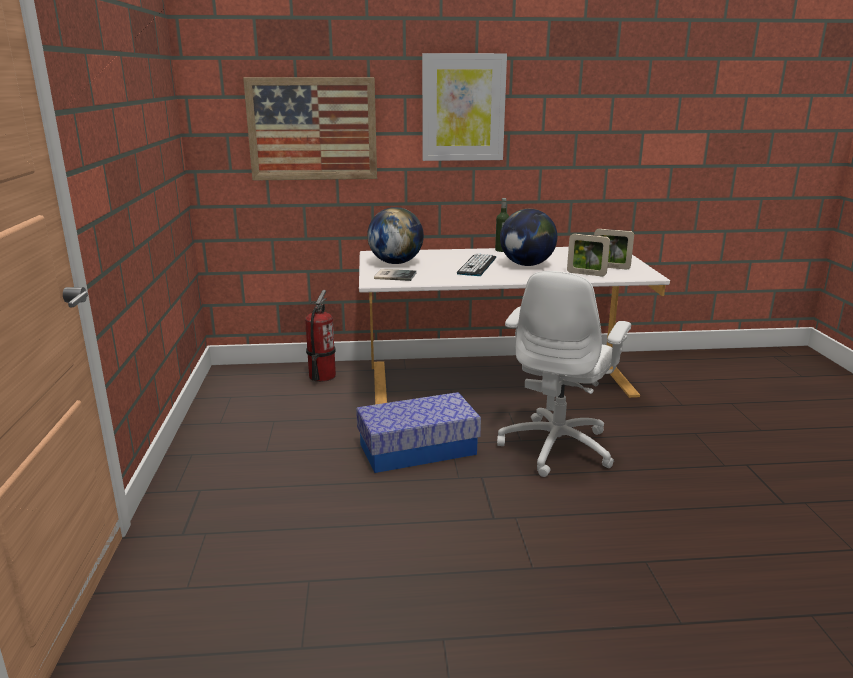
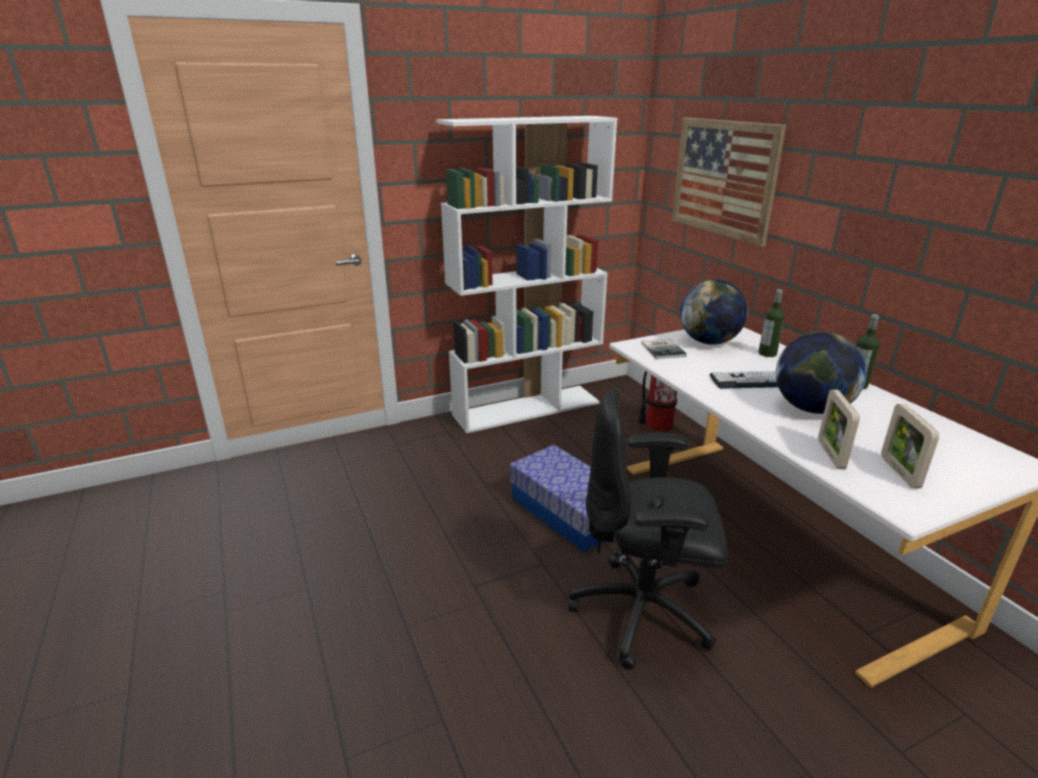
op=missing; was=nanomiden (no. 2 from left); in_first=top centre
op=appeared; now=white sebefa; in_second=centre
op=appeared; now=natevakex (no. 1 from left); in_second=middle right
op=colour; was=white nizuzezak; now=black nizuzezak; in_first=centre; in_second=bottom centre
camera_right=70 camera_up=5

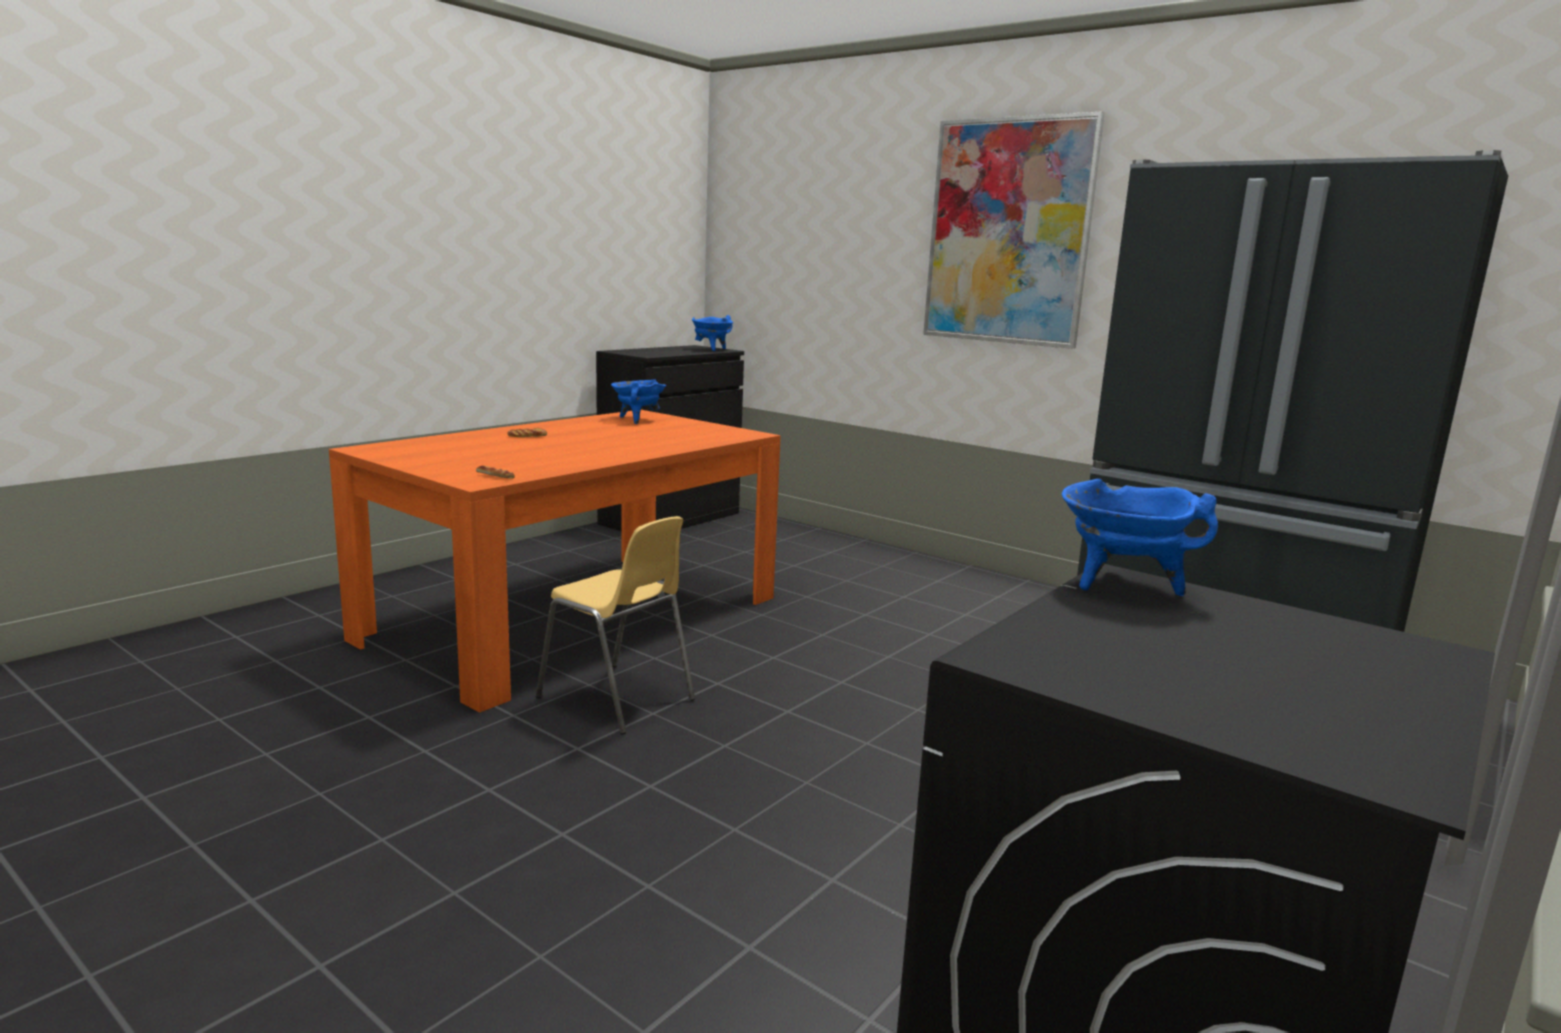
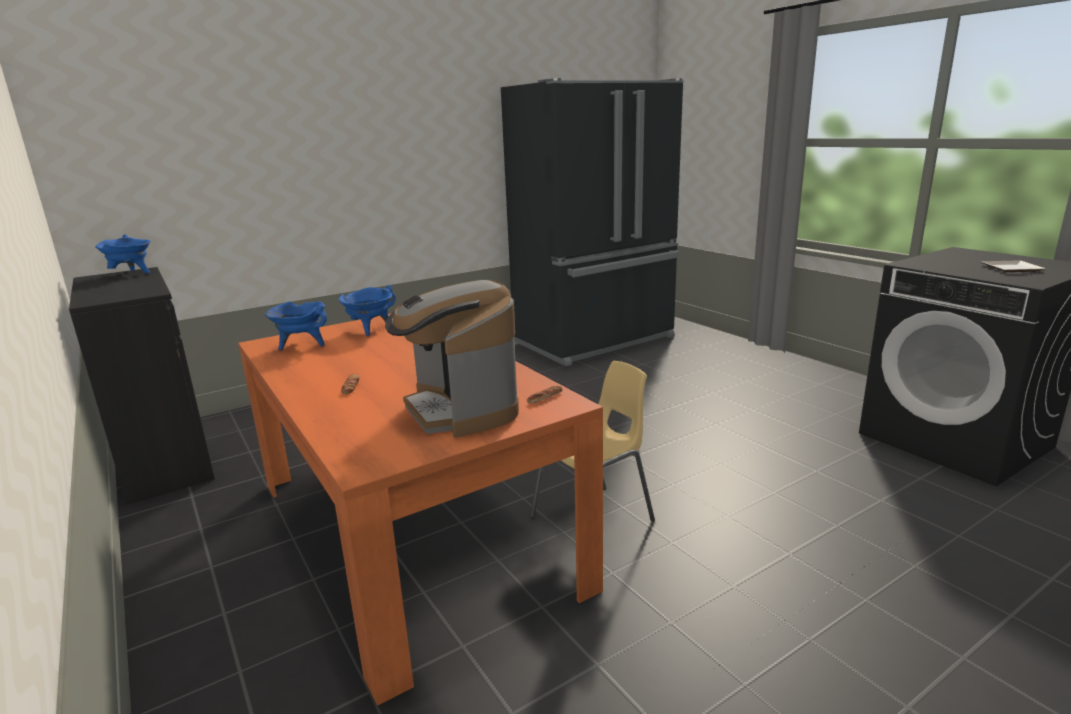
op=missing; was=nanomiden; in_first=top centre
op=appeared; now=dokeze; in_second=centre
op=appeared; now=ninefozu; in_second=middle right
op=relocated; was=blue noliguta (no. 3 from left); in_first=middle right; in_second=centre
camera_right=-70 camera_up=5

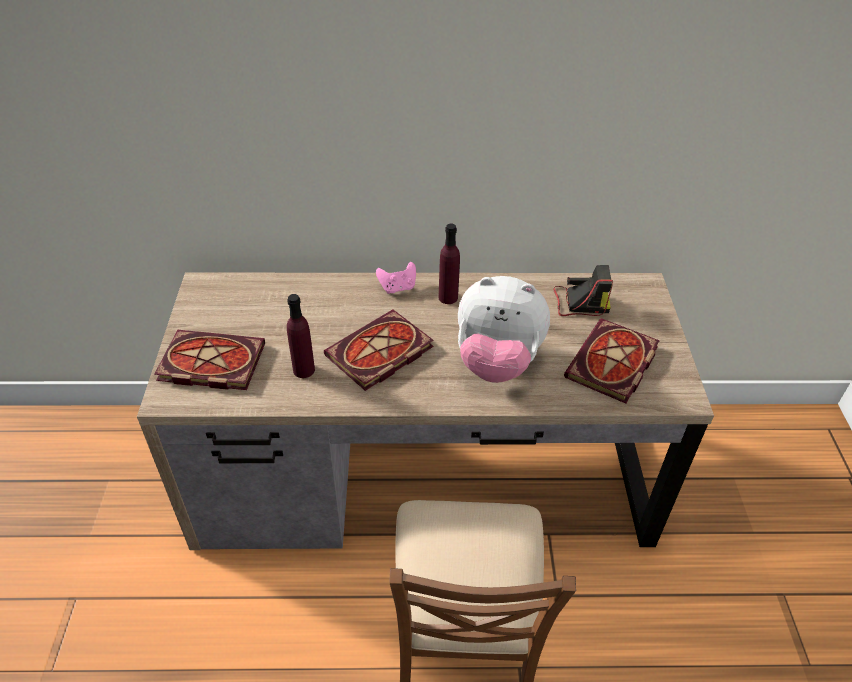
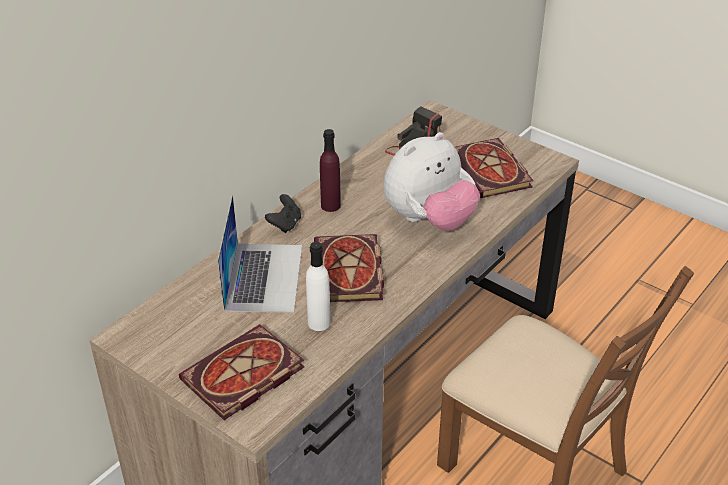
op=appeared; now=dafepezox; in_second=centre
op=colour; was=purple natevakex (no. 1 from left); now=white natevakex; in_first=centre; in_second=centre
op=colour; was=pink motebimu; now=black motebimu; in_first=centre; in_second=centre
camera_right=-50 camera_up=-5

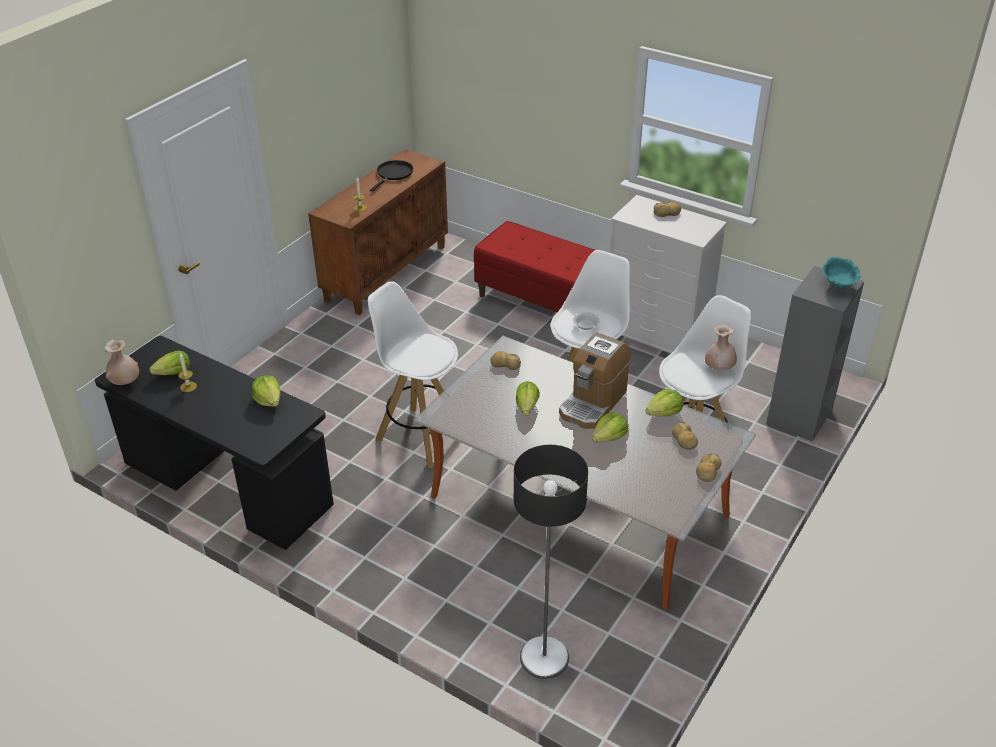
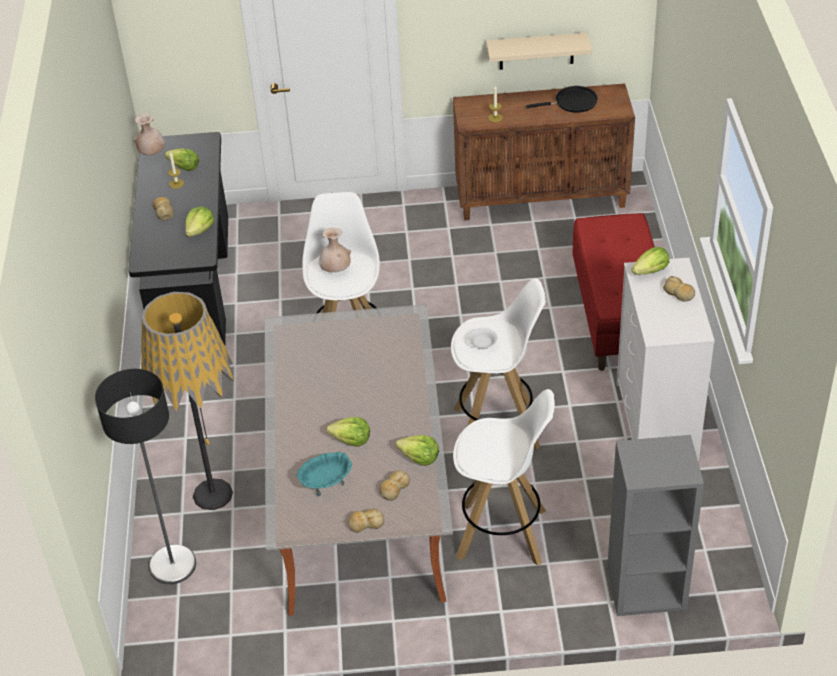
op=missing; was=dokeze; in_first=centre
op=appeared; now=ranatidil (no. 2 from left); in_second=middle left
op=appeared; now=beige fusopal; in_second=top centre
op=relocated; was=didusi (no. 1 from left); in_first=centre; in_second=top left
op=relocated; was=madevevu (no. 3 from left in the first image); now=madevevu (no. 5 from left); in_first=centre; in_second=middle right
op=relocated; was=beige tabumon (no. 2 from left); in_first=middle right; in_second=centre
op=relocated; was=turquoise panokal; in_first=middle right; in_second=bottom centre
camera_right=55 camera_up=5

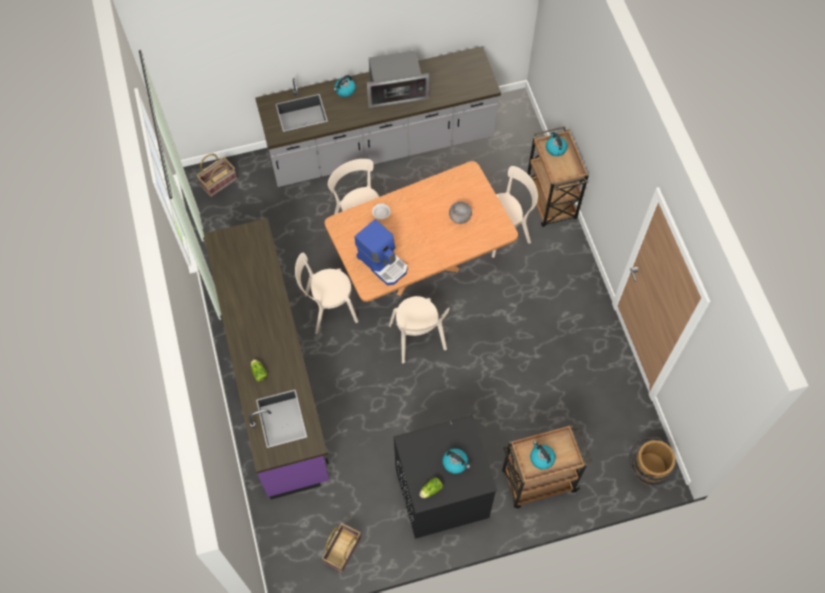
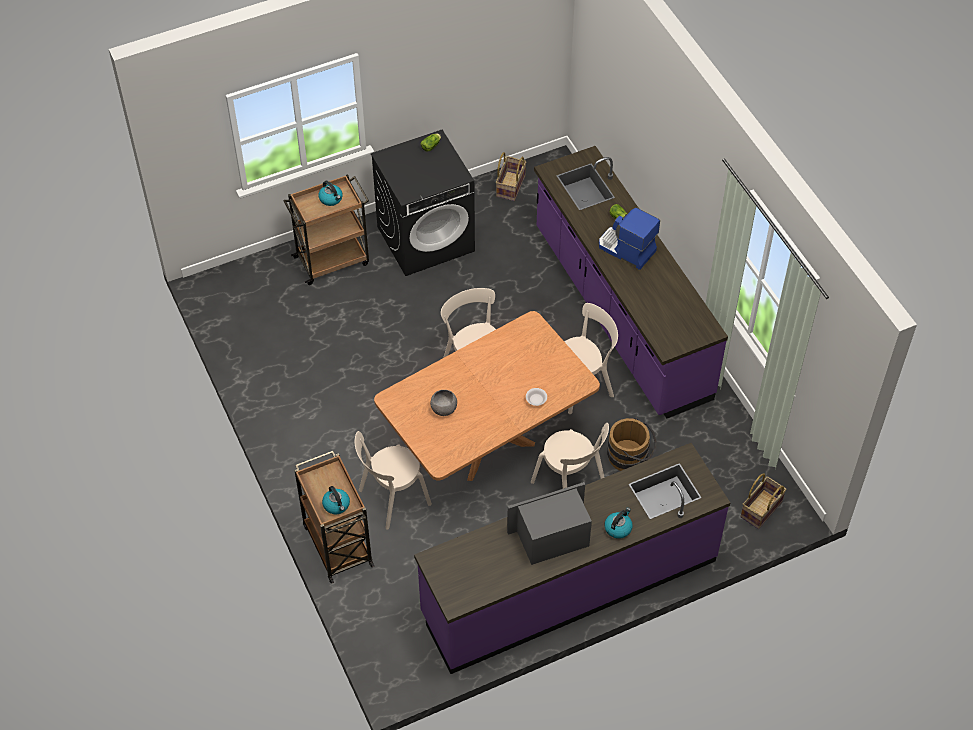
op=missing; was=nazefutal (no. 2 from left); in_first=bottom centre
op=relocated; was=dokeze; in_first=centre; in_second=top centre
op=relocated; was=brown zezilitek; in_first=bottom right; in_second=centre
op=colour; was=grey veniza; now=purple veniza (no. 1 from left); in_first=top centre; in_second=bottom centre
camera_right=170 camera_up=-10

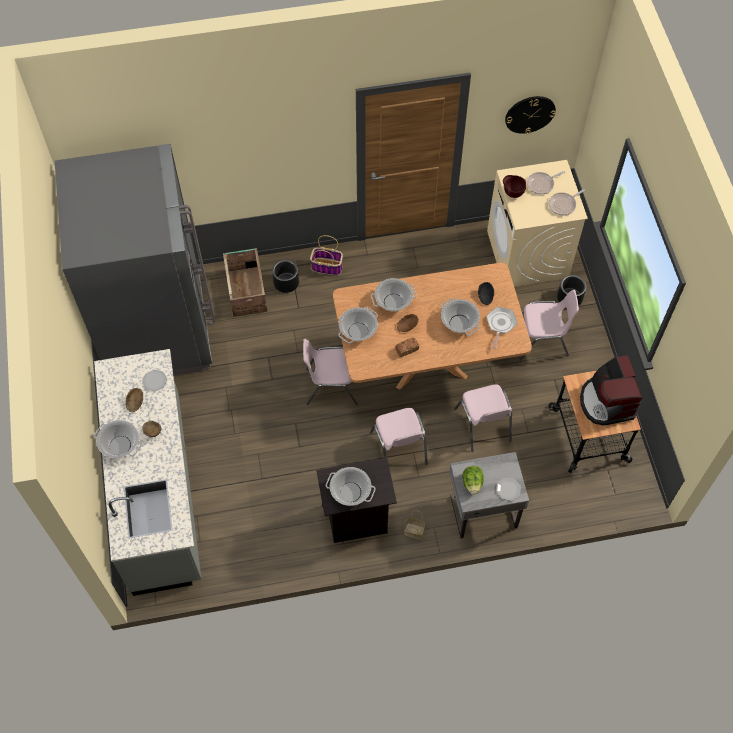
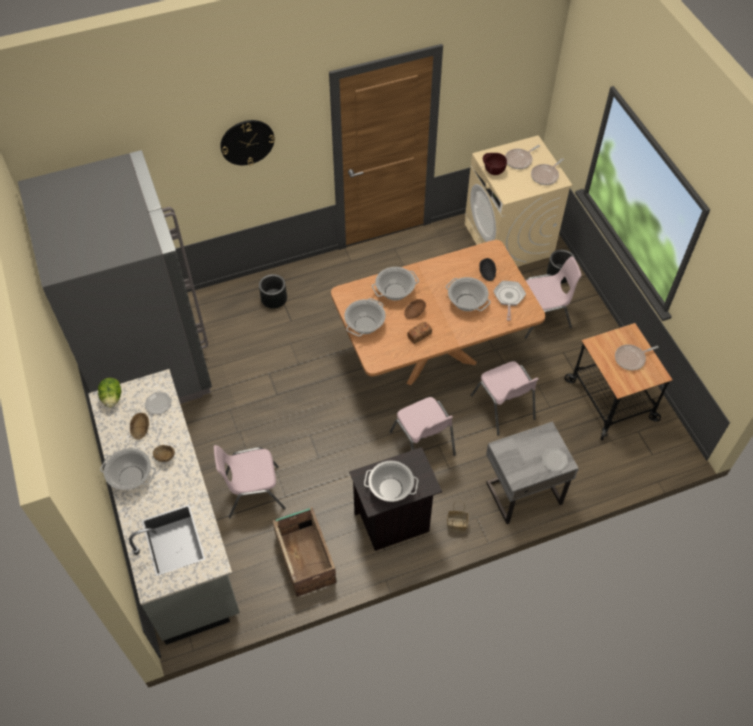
op=missing; was=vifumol (no. 1 from left); in_first=centre
op=relocated; was=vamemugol; in_first=centre; in_second=bottom centre
op=relocated; was=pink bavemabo (no. 1 from left); in_first=centre; in_second=middle left
op=relocated; was=madevevu; in_first=centre; in_second=middle left
op=relocated; was=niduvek; in_first=top right; in_second=top left
op=exchanged; was=dokeze; now=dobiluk (no. 4 from left); in_first=middle right; in_second=middle right
camera_right=-10 camera_up=-5

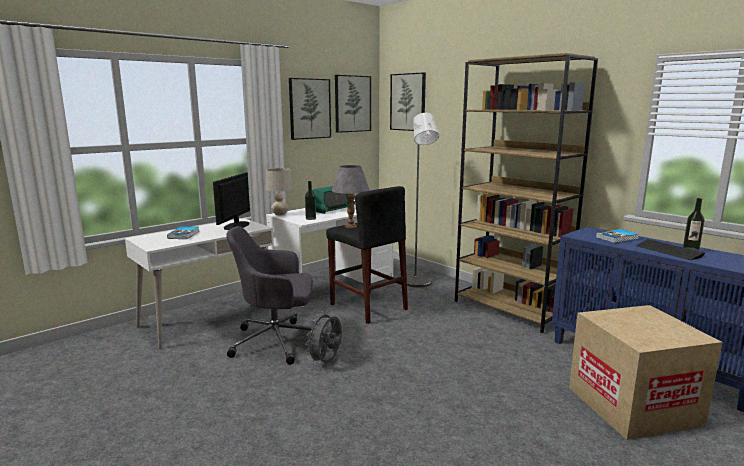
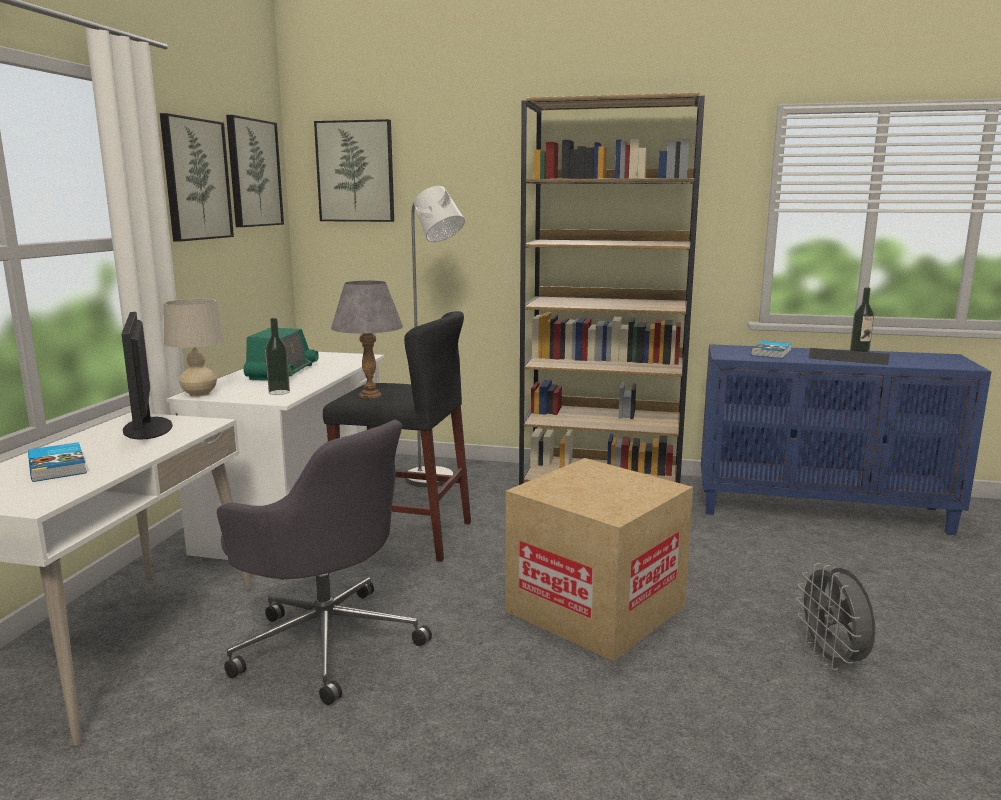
op=relocated; was=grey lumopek; in_first=bottom centre; in_second=bottom right
op=relocated; was=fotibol; in_first=bottom right; in_second=bottom centre
op=spun; was=grey nizuzezak; in_first=centre; in_second=bottom left; clockwise=-105
camera_right=-35 camera_up=0

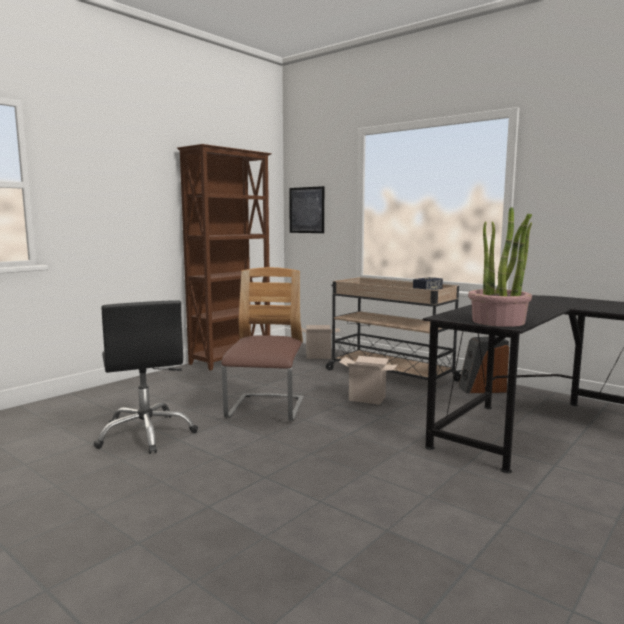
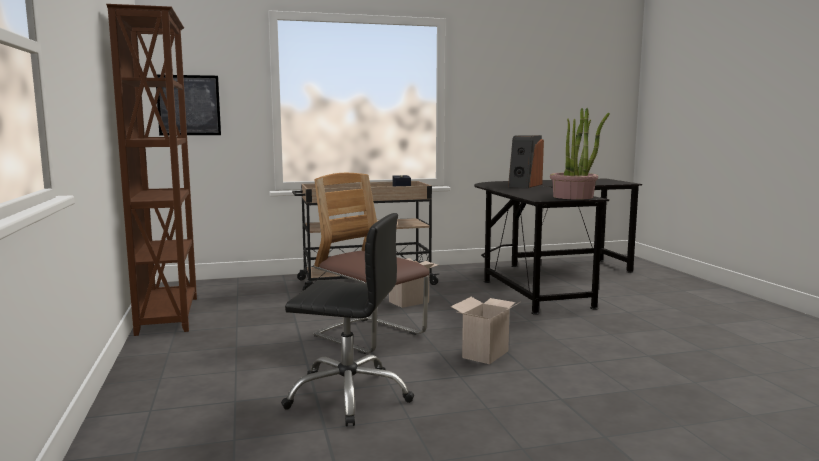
op=relocated; was=fotibol (no. 1 from left in the first image); now=fotibol (no. 2 from left); in_first=centre; in_second=bottom centre
op=relocated; was=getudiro (no. 2 from left); in_first=middle right; in_second=centre
camera_right=-55 camera_up=0

